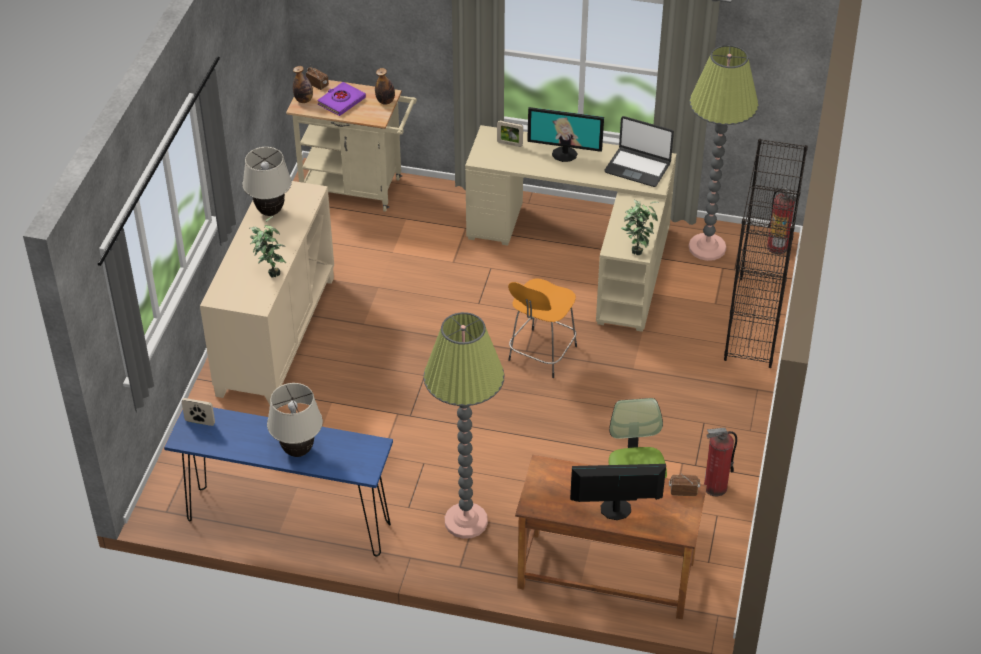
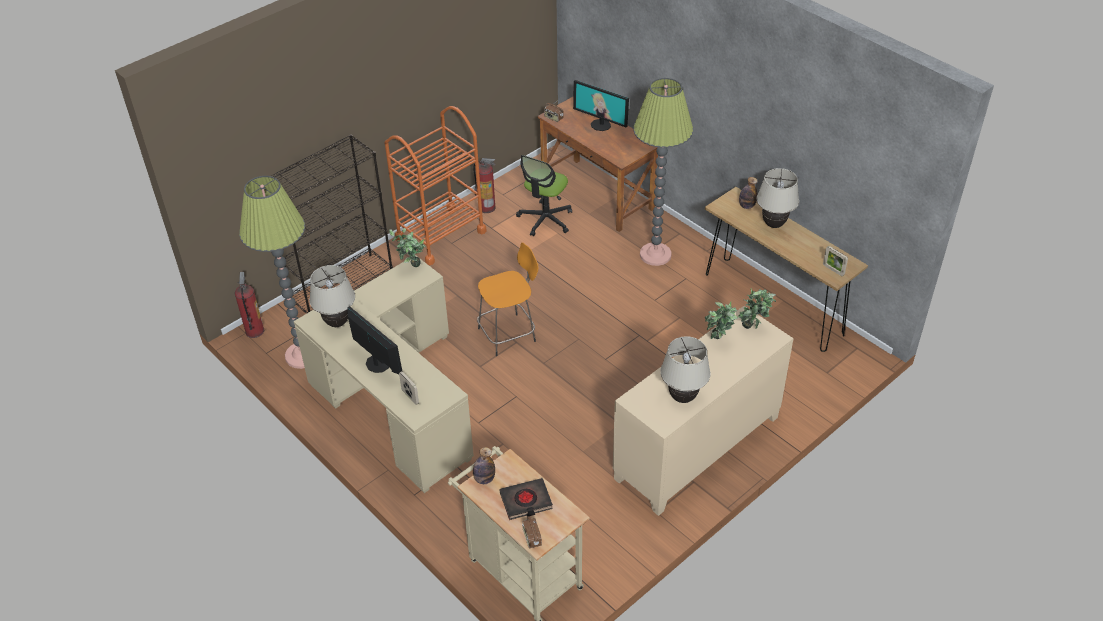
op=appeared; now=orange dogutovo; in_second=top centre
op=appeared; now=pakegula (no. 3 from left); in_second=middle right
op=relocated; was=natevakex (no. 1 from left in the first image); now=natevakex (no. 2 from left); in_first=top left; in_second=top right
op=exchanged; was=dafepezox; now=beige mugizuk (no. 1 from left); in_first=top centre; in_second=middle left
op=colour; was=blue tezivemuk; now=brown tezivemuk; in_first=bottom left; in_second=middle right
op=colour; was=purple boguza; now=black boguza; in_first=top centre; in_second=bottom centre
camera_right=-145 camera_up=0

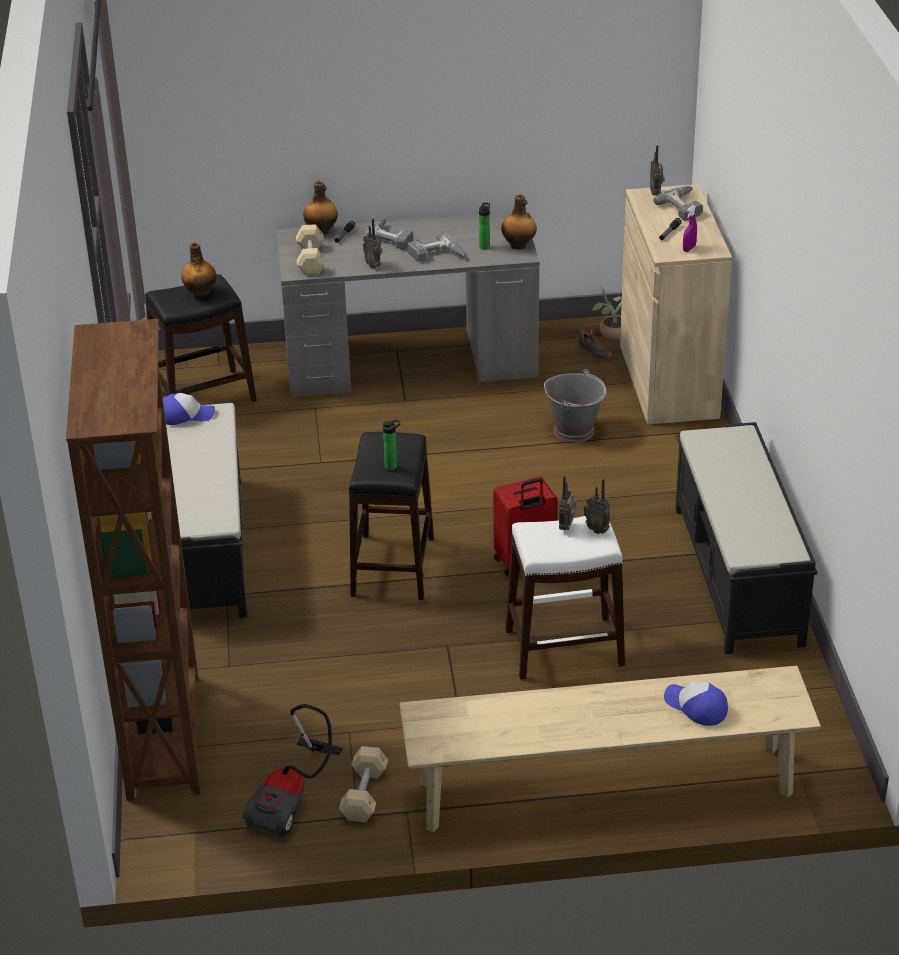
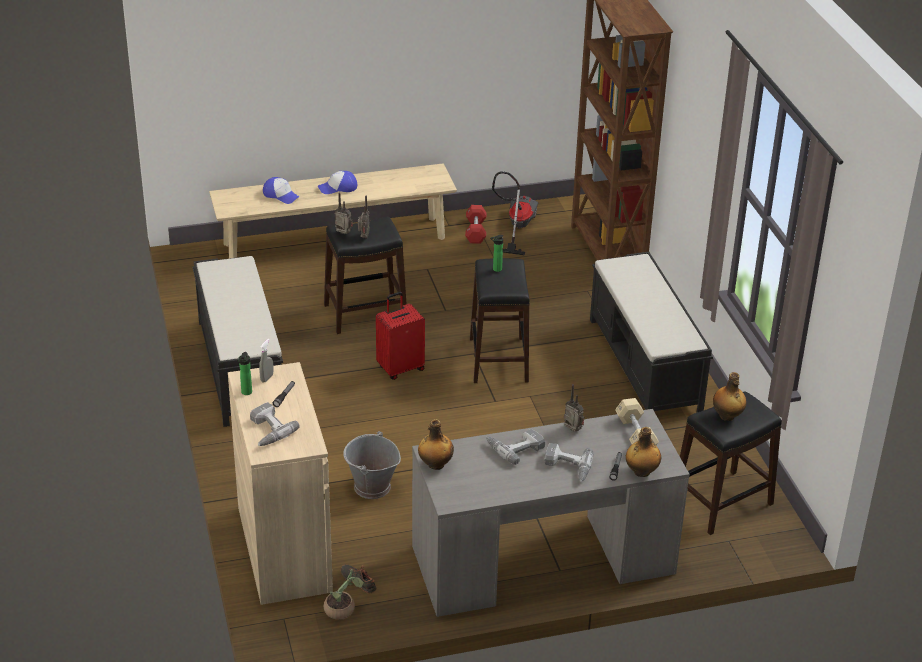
op=missing; was=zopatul (no. 4 from left); in_first=top right
op=relocated; was=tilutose (no. 1 from left in the first image); now=tilutose (no. 2 from left); in_first=middle left; in_second=top centre
op=relocated; was=natevakex (no. 4 from left in the first image); now=natevakex (no. 1 from left); in_first=top centre; in_second=middle left
op=colour; was=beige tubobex (no. 2 from left); now=red tubobex; in_first=bottom centre; in_second=centre
op=colour; was=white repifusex; now=black repifusex (no. 1 from left); in_first=centre; in_second=centre
op=colour; was=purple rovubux; now=grey rovubux; in_first=top right; in_second=middle left
camera_right=170 camera_up=0

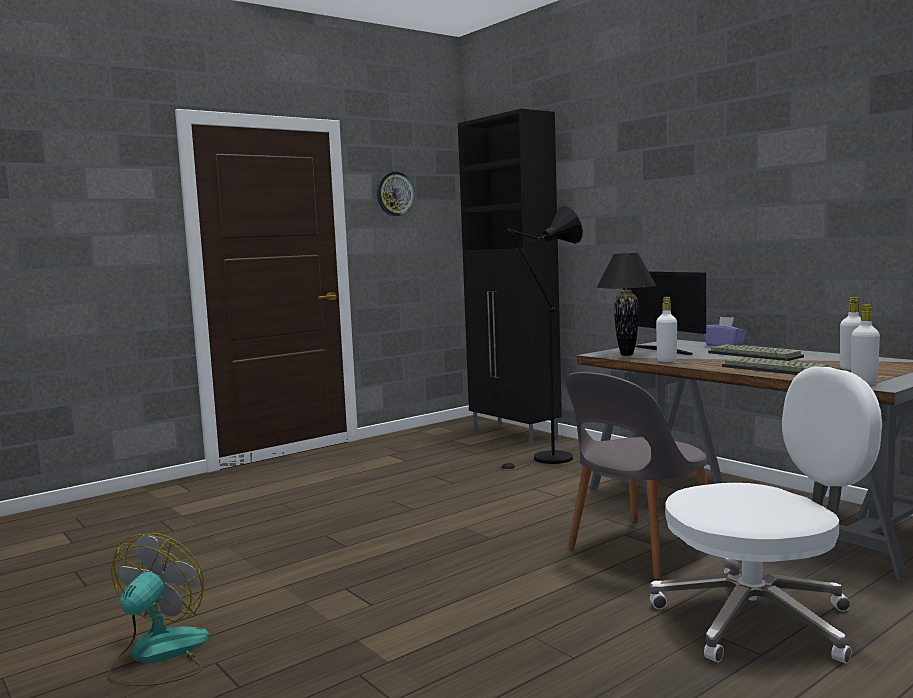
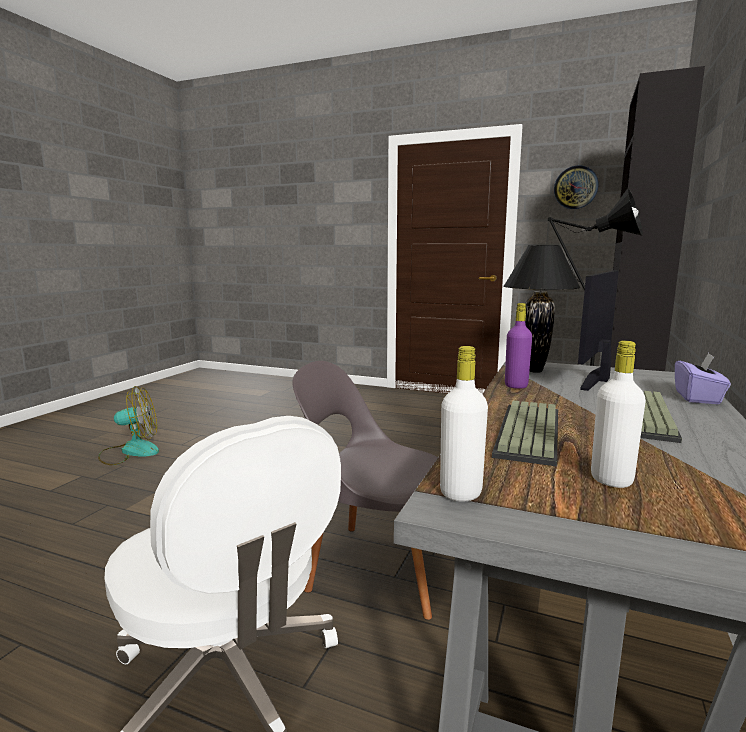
op=colour; was=white natevakex (no. 1 from left); now=purple natevakex; in_first=middle right; in_second=middle right
camera_right=60 camera_up=5

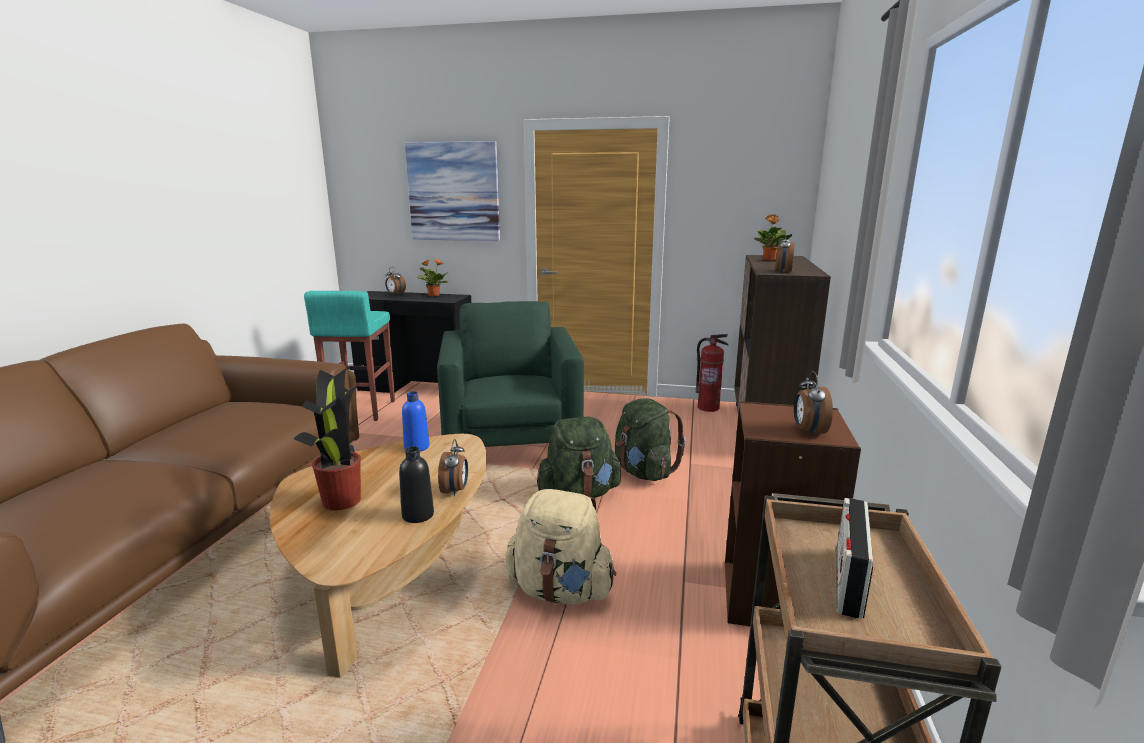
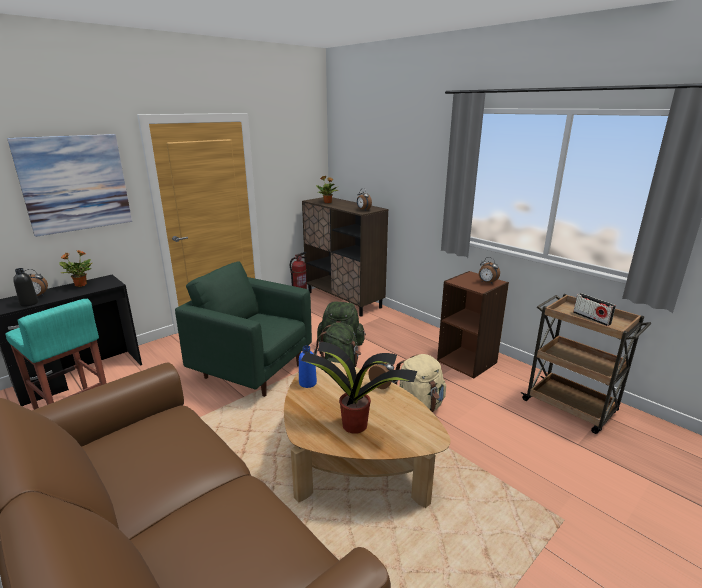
op=relocated; was=black natevakex; in_first=centre; in_second=middle left
camera_right=-55 camera_up=5

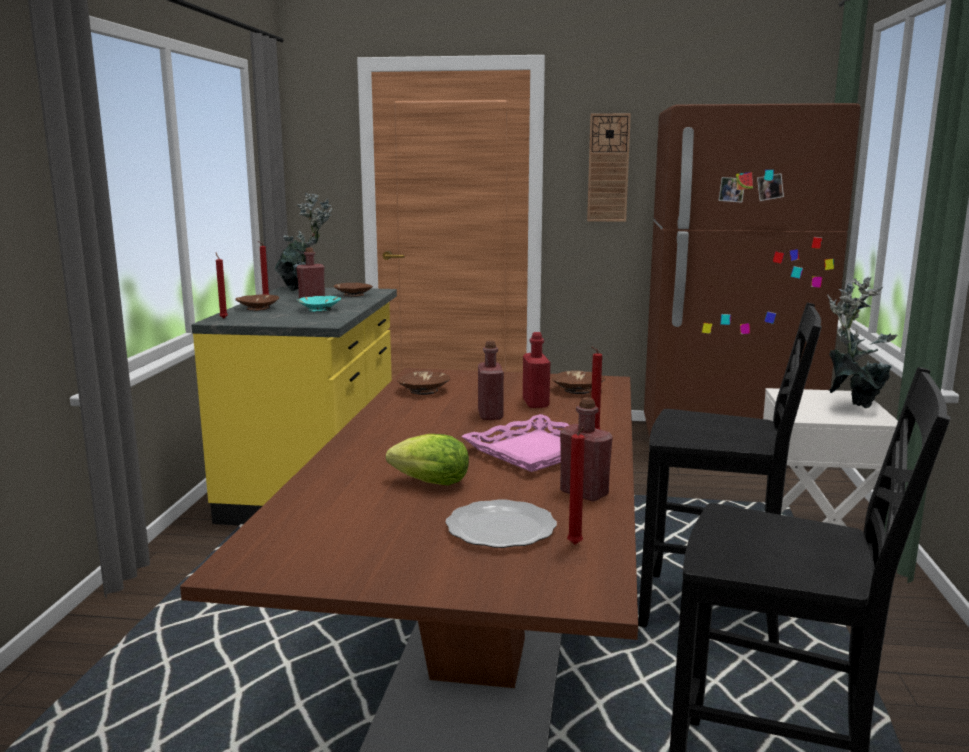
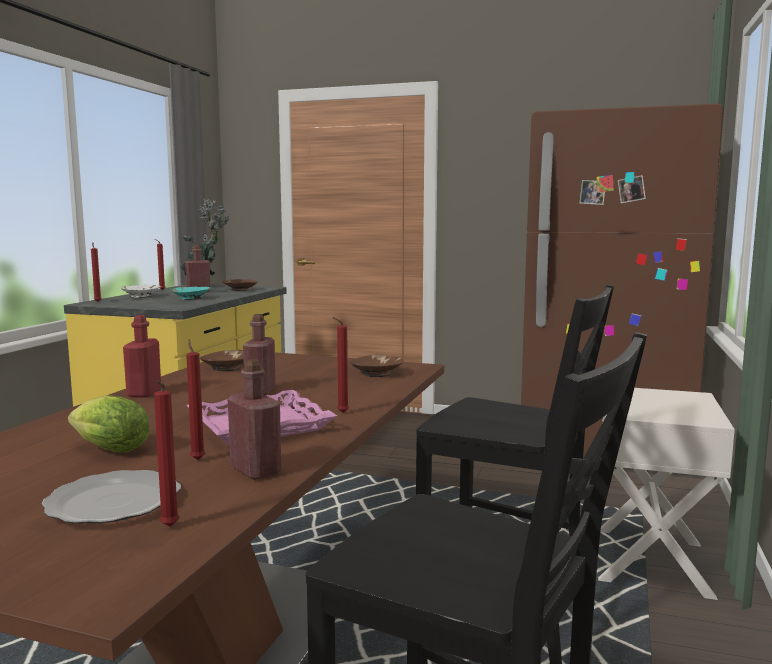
op=missing; was=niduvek; in_first=top centre
op=missing; was=pakegula (no. 2 from left); in_first=middle right
op=appeared; now=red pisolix (no. 4 from left); in_second=middle left
op=relocated; was=red natevakex (no. 3 from left in the first image); now=red natevakex (no. 1 from left); in_first=centre; in_second=middle left
op=colour; was=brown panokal (no. 1 from left); now=white panokal; in_first=middle left; in_second=middle left
camera_right=10 camera_up=-5

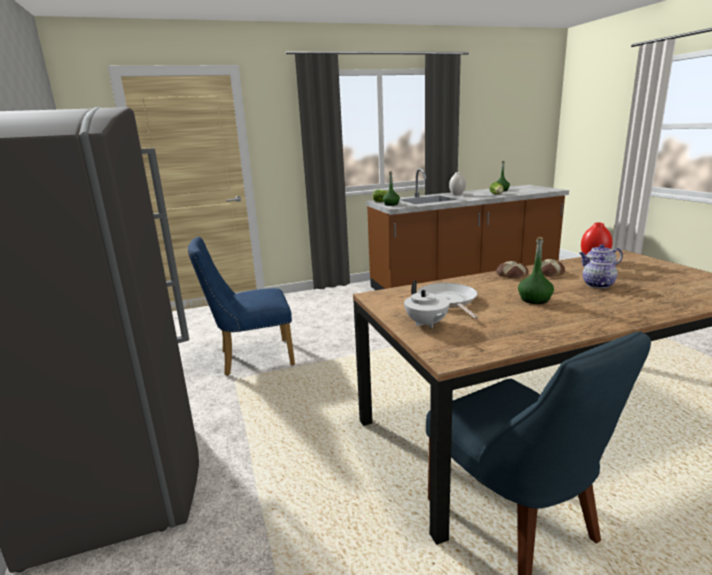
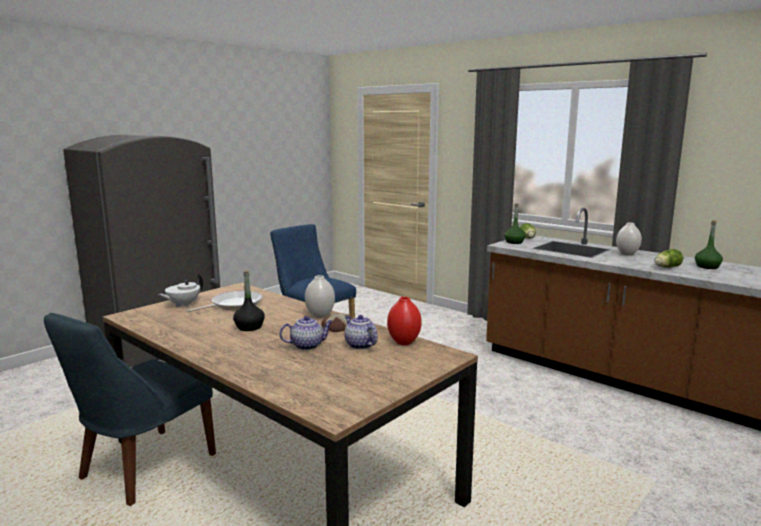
op=exchanged; was=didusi (no. 1 from left); now=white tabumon (no. 1 from left); in_first=middle right; in_second=centre
op=colour; was=green natevakex (no. 3 from left); now=black natevakex; in_first=middle right; in_second=middle left
camera_right=60 camera_up=-5

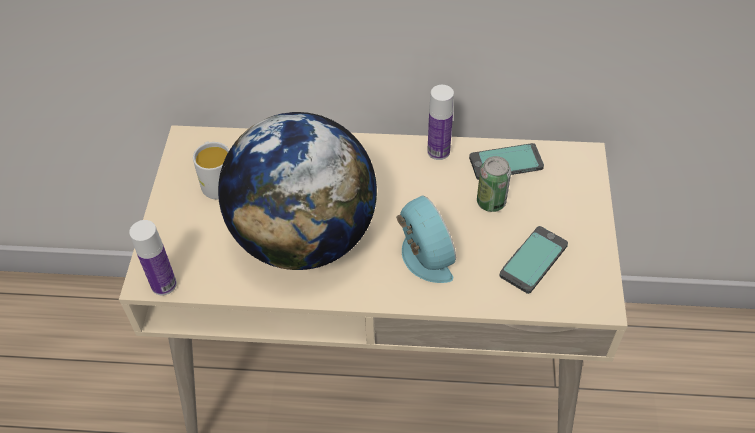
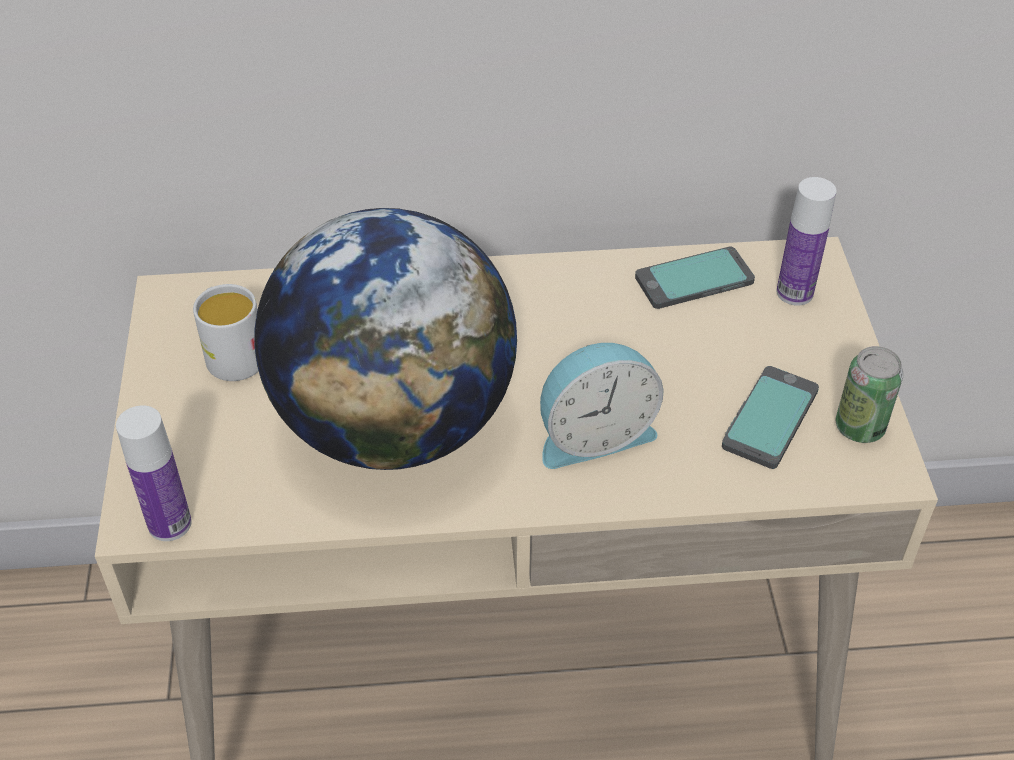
op=relocated; was=natevakex (no. 2 from left); in_first=top centre; in_second=top right
op=relocated; was=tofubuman; in_first=centre; in_second=middle right
op=spun; was=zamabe; in_first=centre; in_second=centre; clockwise=105
camera_right=-10 camera_up=-5

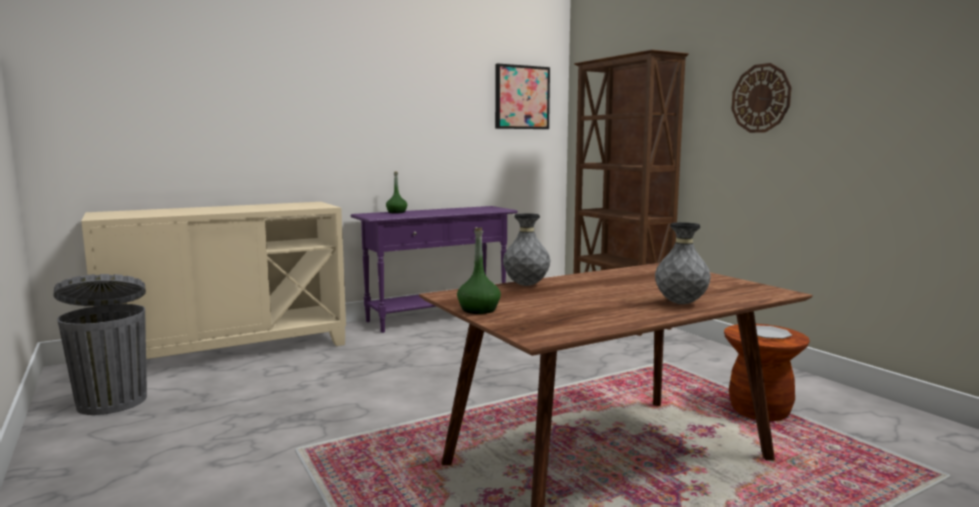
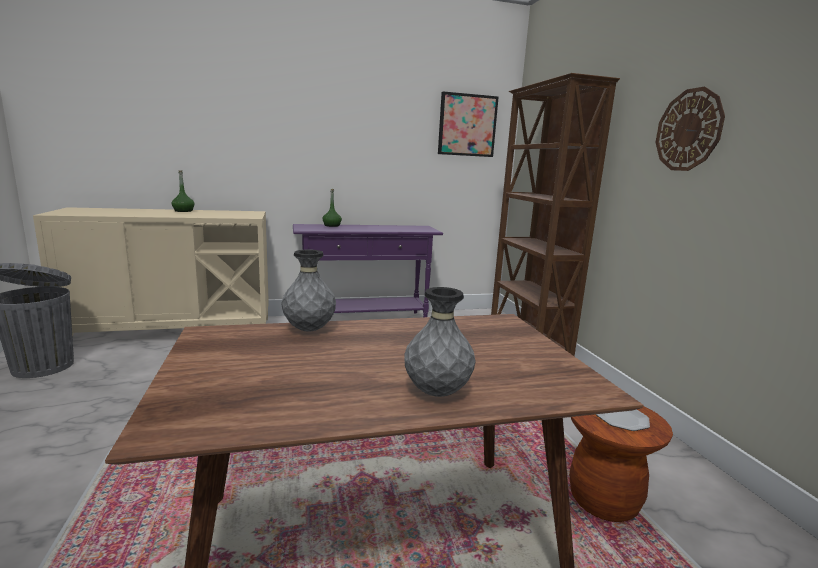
op=relocated; was=green natevakex (no. 2 from left in the first image); now=green natevakex (no. 1 from left); in_first=centre; in_second=middle left
camera_right=15 camera_up=5

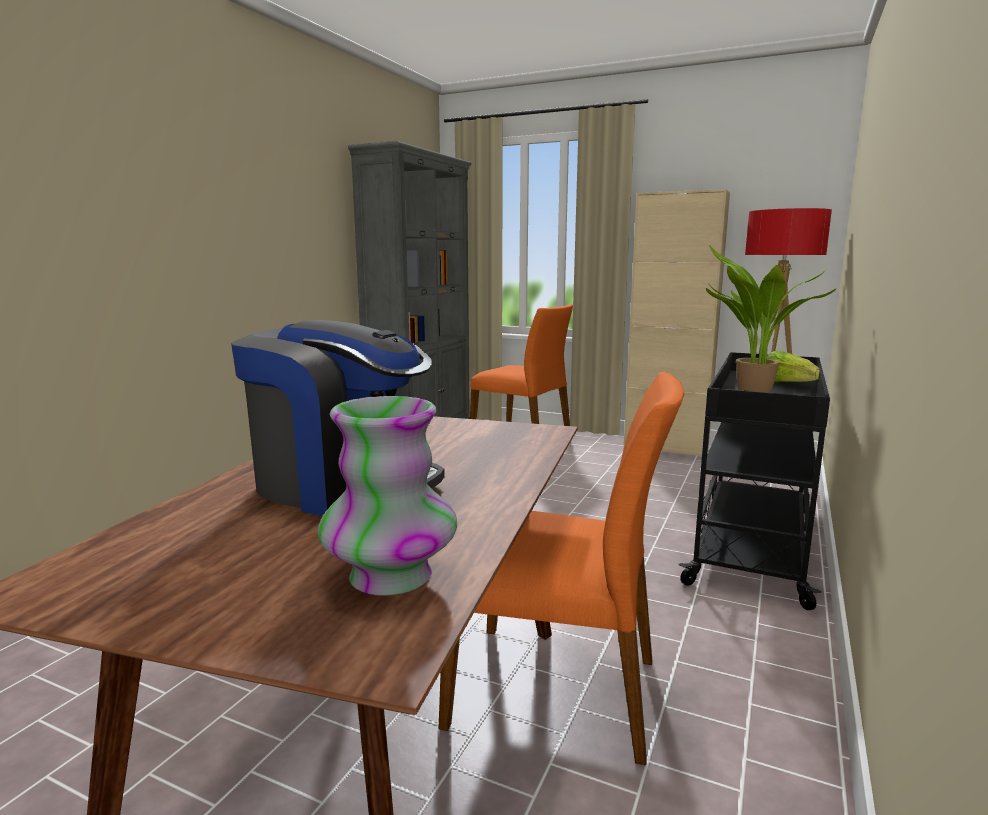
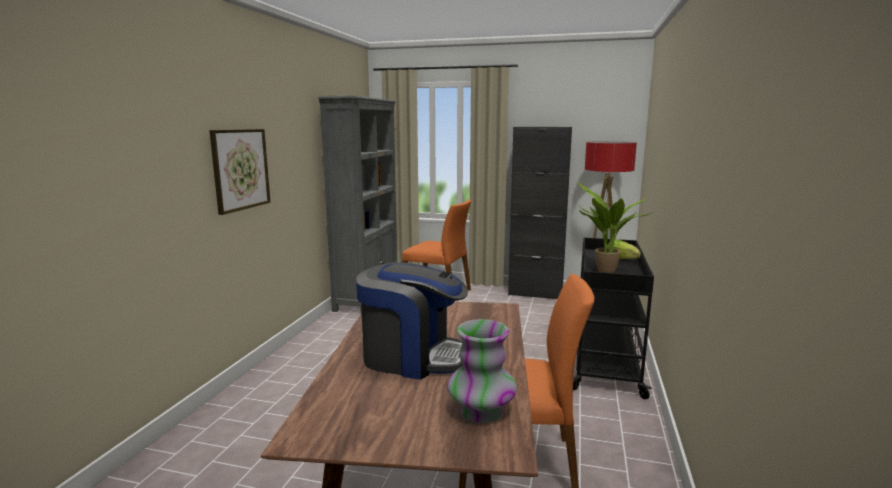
op=appeared; now=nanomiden; in_second=middle left
op=colour; was=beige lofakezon; now=black lofakezon; in_first=middle right; in_second=centre
camera_right=-10 camera_up=0

